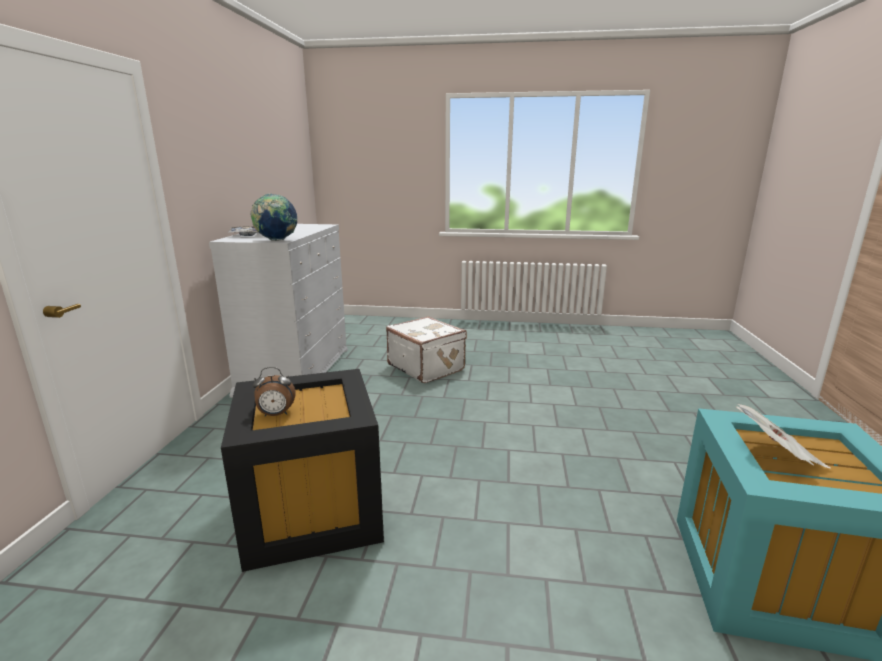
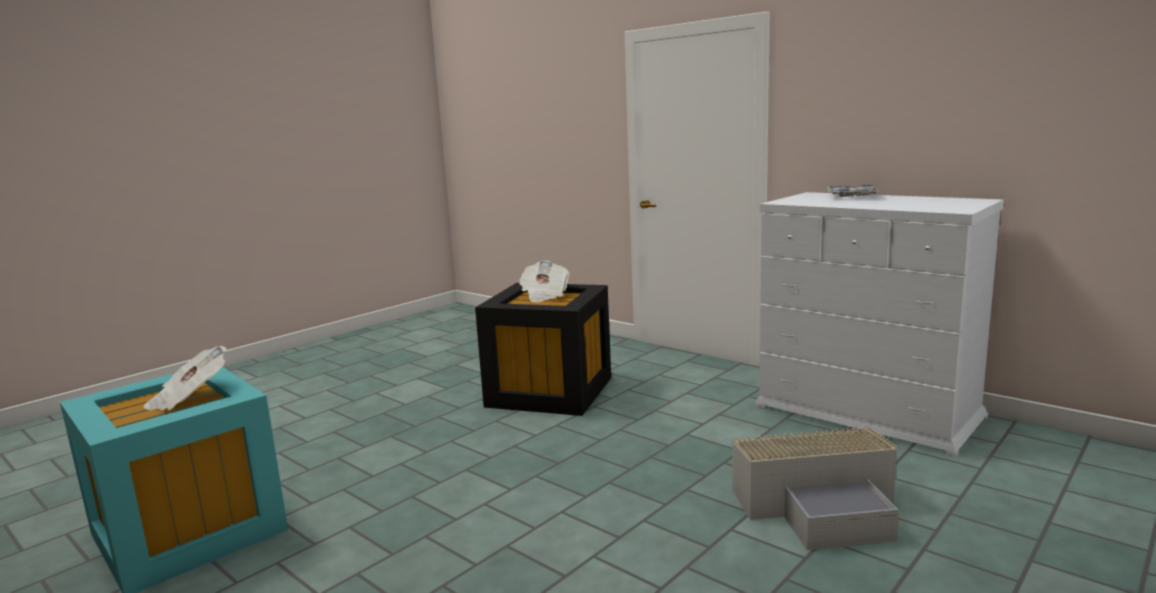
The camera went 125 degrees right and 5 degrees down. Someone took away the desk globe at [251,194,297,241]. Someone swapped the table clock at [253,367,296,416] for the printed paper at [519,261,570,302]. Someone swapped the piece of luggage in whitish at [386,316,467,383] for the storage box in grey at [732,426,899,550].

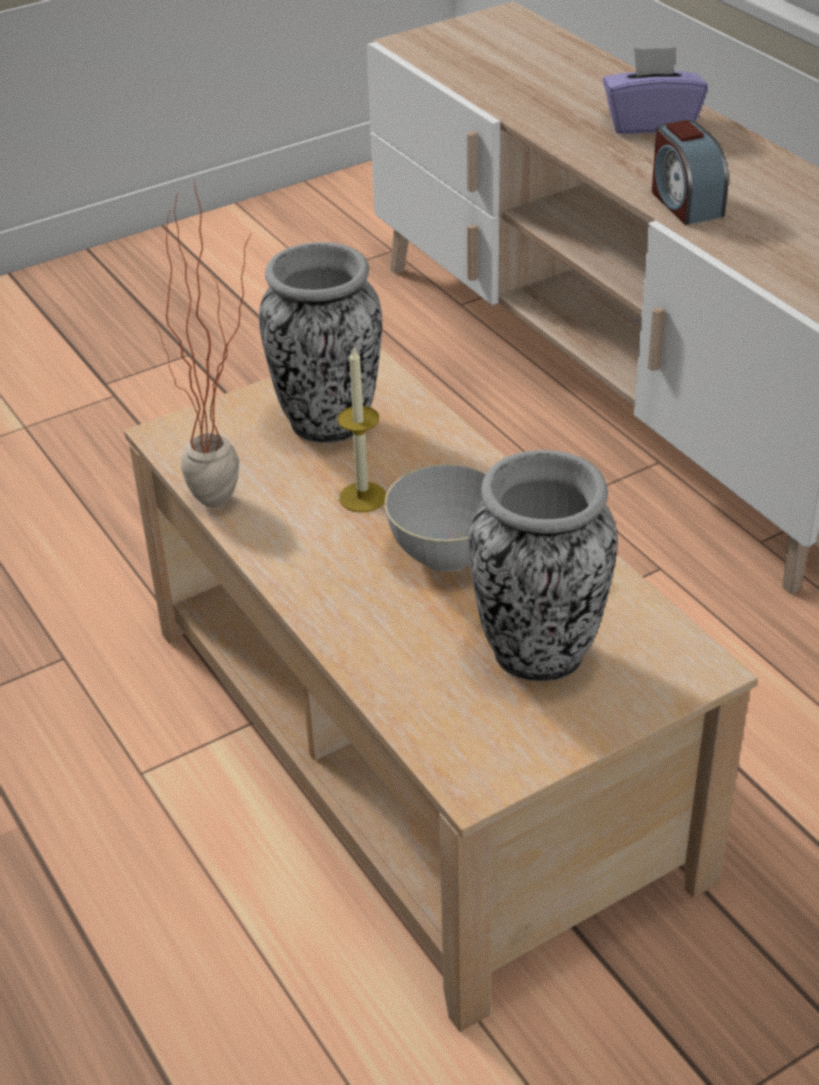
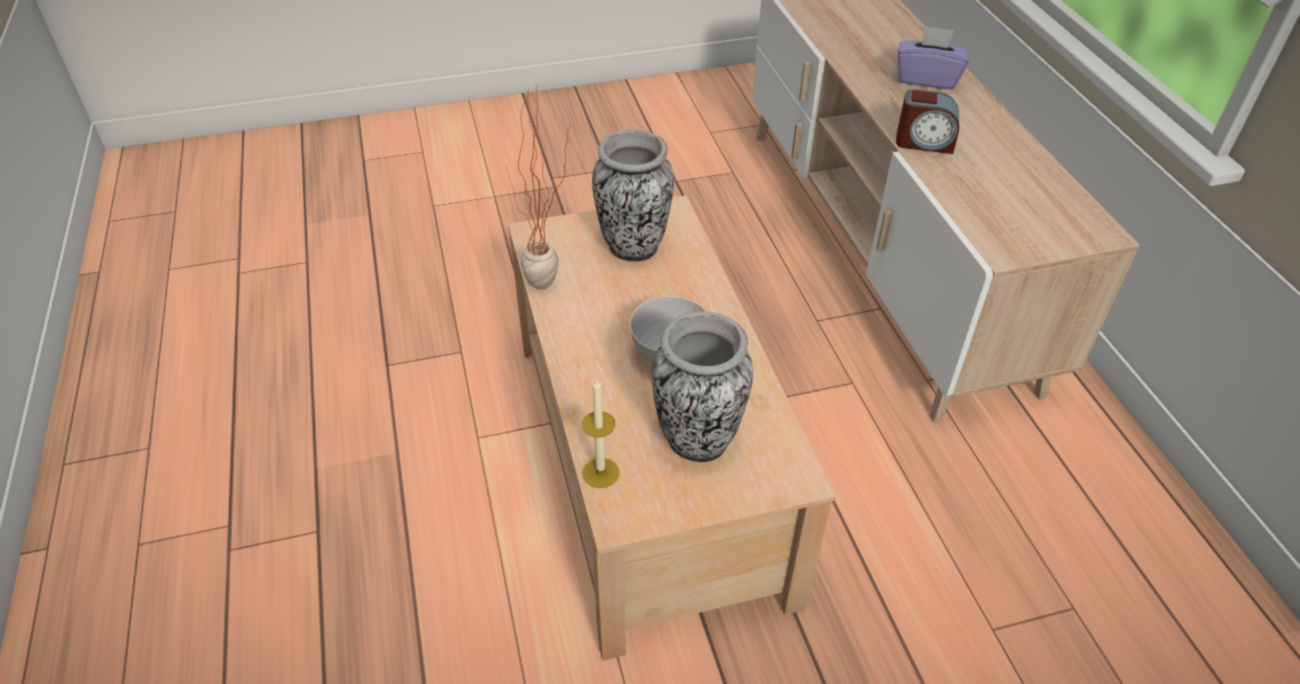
The camera went 15 degrees right and 5 degrees up. Someone carried the wax light from [337,346,387,512] to [582,378,619,488]. Someone rotated the table clock at [652,120,729,225] by 75 degrees counterclockwise.

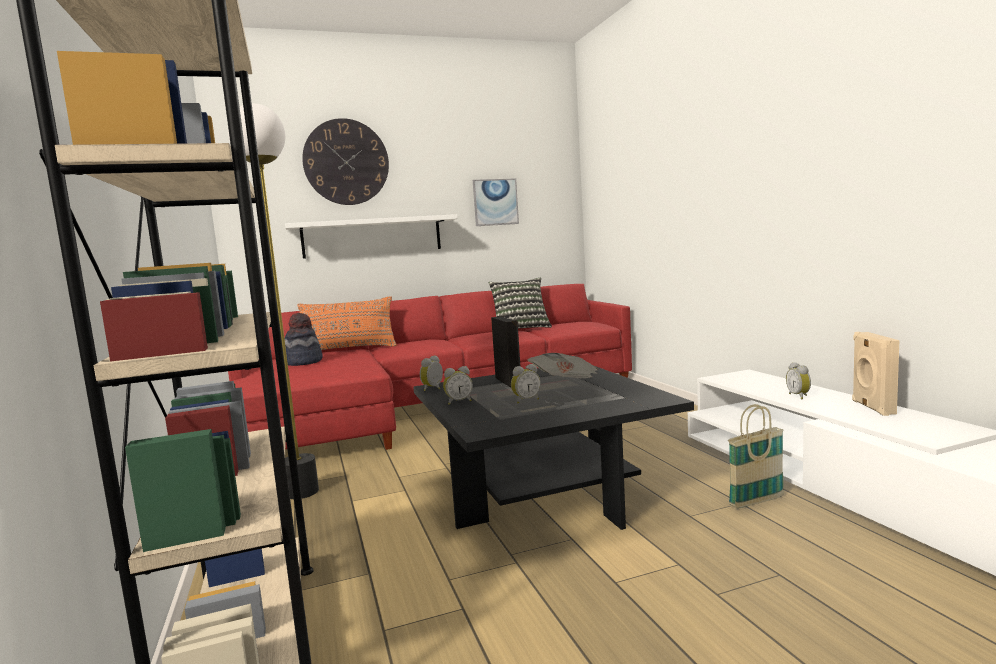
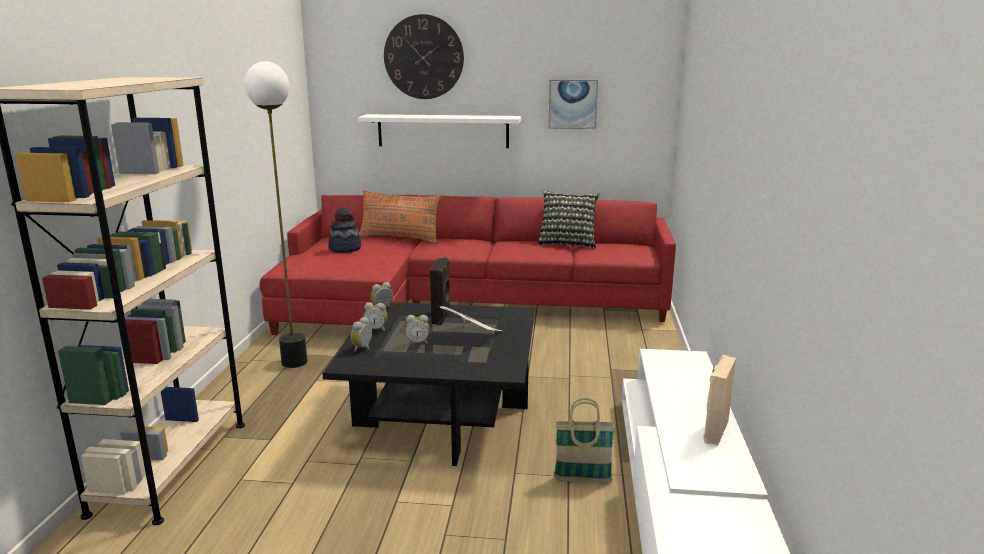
The camera went 25 degrees right and 10 degrees up. Someone carried the table clock from [786,362,811,399] to [351,317,372,352].

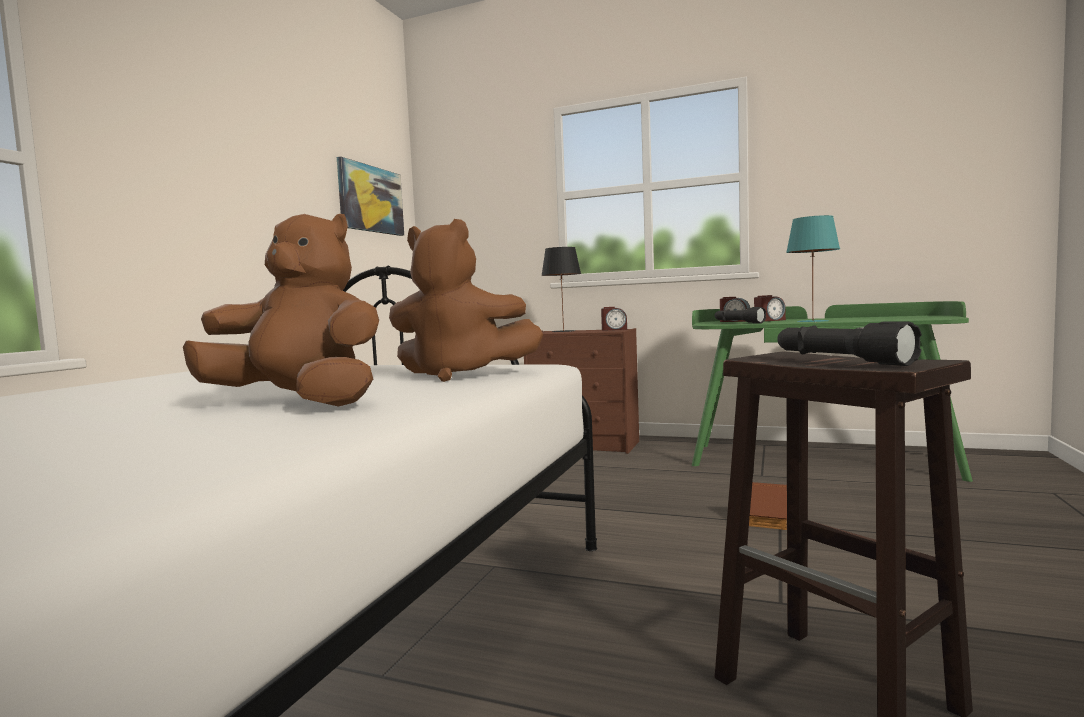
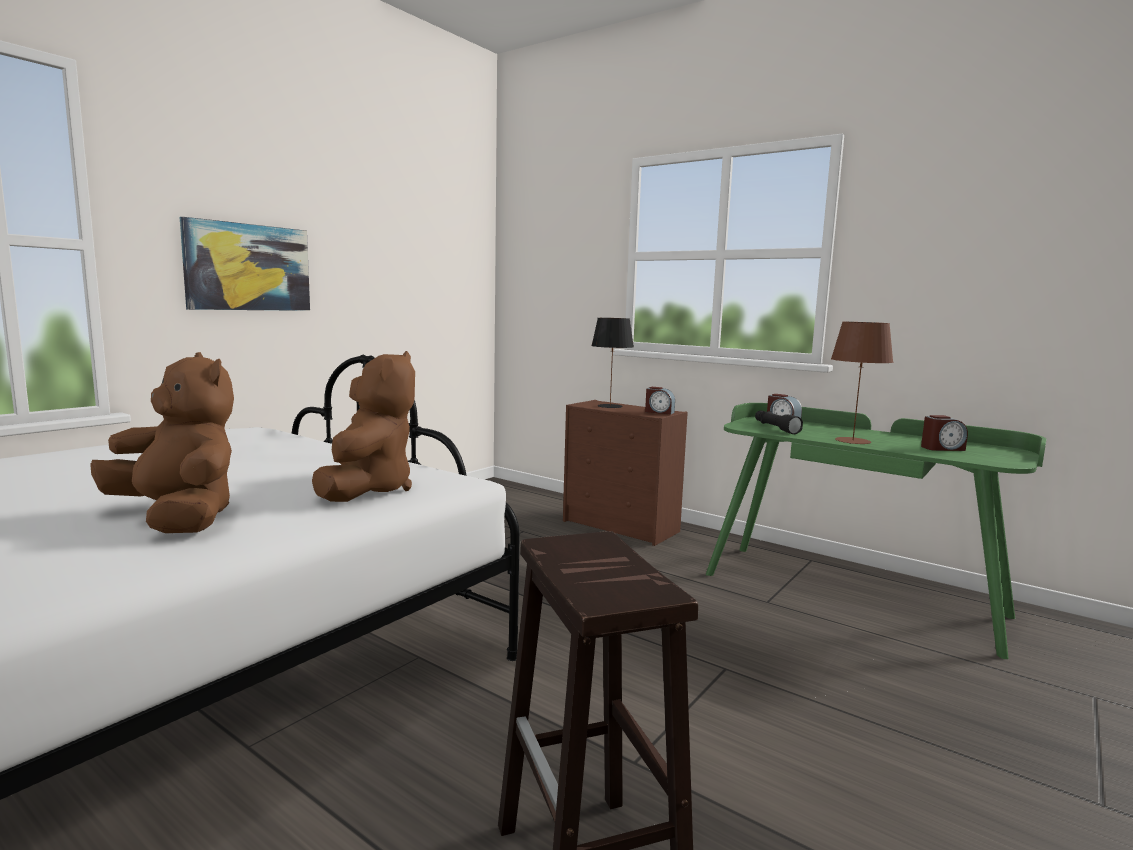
The camera went 15 degrees right and 5 degrees up. Someone took away the model house at [749,482,787,530]. Someone took away the flashlight in black at [777,321,922,366]. Someone carried the picture from [337,157,404,236] to [180,217,310,311]. Someone carried the table clock from [754,295,786,322] to [921,415,968,451]. Someone repainted the tabletop lamp in turquoise-coloured at [786,215,840,322], which became the tabletop lamp in brown at [831,322,893,444]. Someone rotated the plush toy in brown at [389,219,543,382] by 120 degrees counterclockwise.

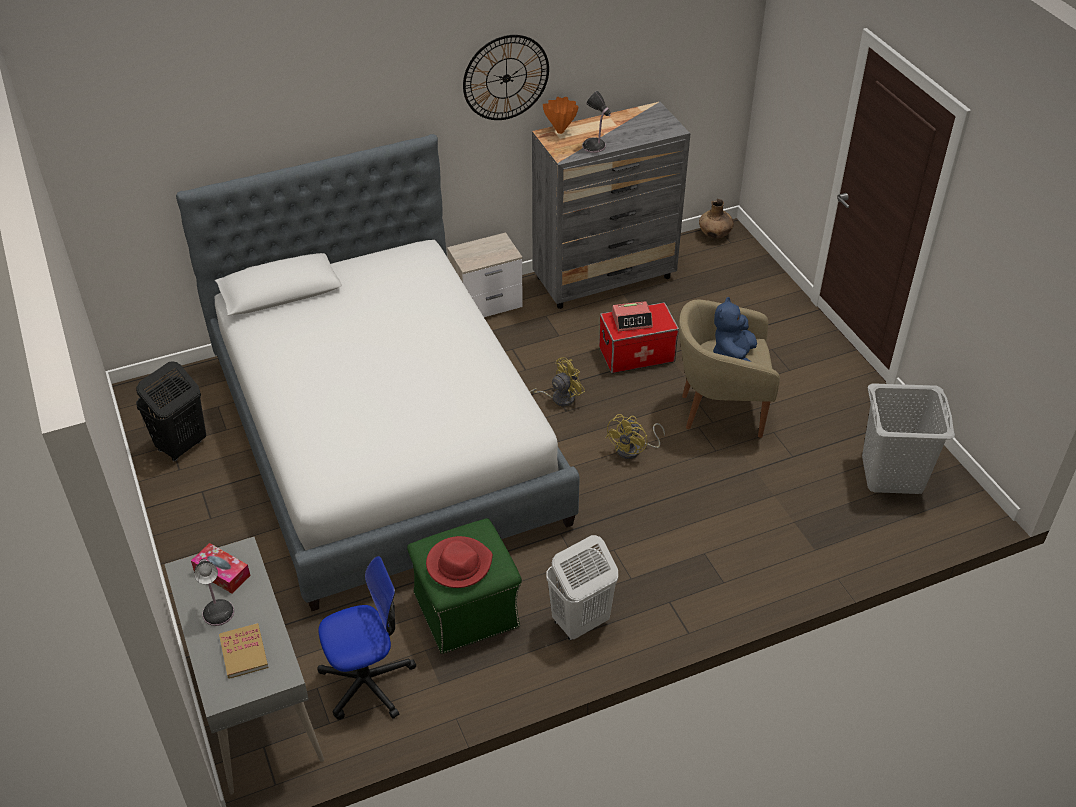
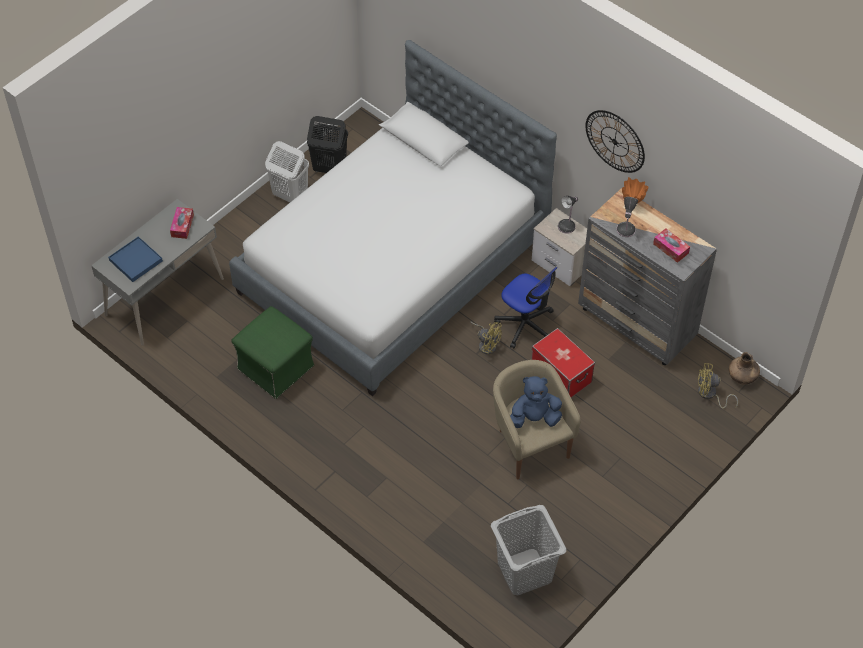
The camera went 65 degrees right and 10 degrees up. Someone took away the wearable hat in red-coloured at [426,536,493,588]. Someone took away the table clock at [612,301,653,331]. Someone put down the box of tissues at [653,228,690,263]. Someone carried the tabletop lamp from [194,559,234,626] to [558,196,578,233]. Someone carried the desk chair from [317,556,416,720] to [494,267,557,348]. Someone carried the laundry basket in whitish from [546,535,618,640] to [265,141,309,202]. Someone carried the electric fan in yellow from [606,414,665,459] to [698,363,738,409]. Someone swapped the bound book at [219,623,268,679] for the tray in bluish at [108,236,163,282].

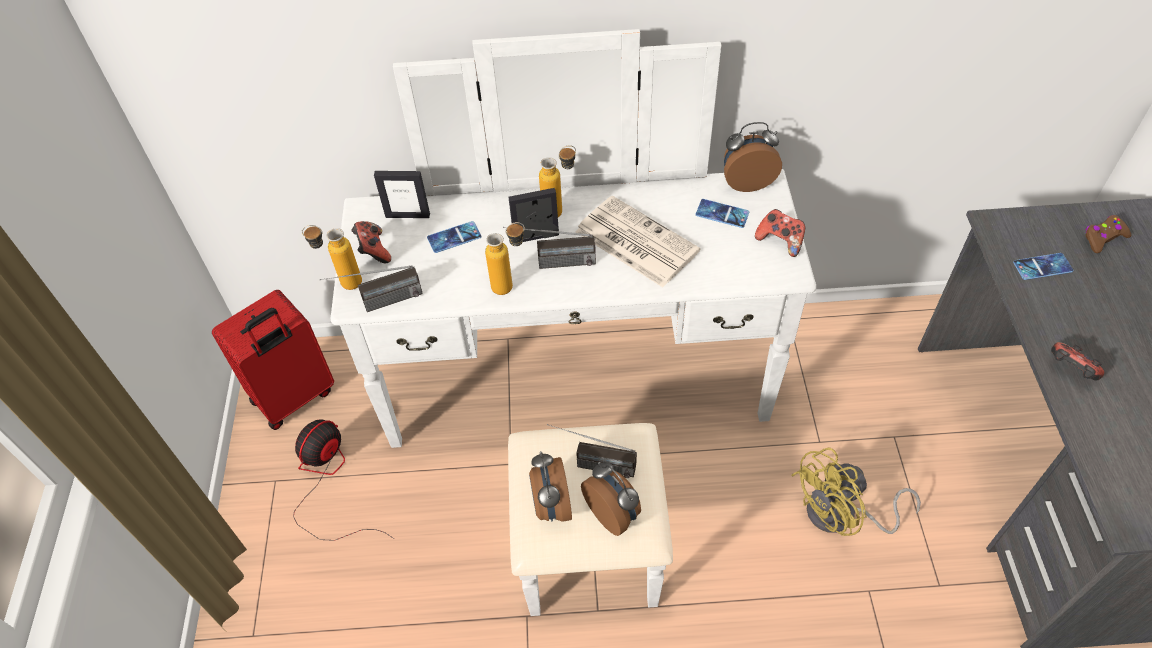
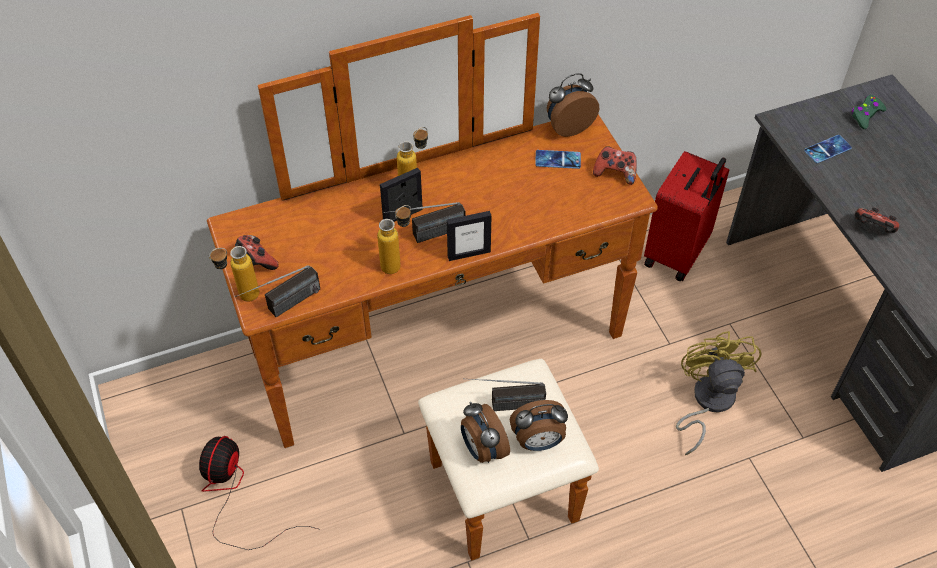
The camera went 20 degrees left and 0 degrees up. Someone took away the phone at [427,221,482,253]. Someone took away the printed paper at [575,196,700,287]. Someone carried the piece of luggage in red-coloured from [212,290,334,430] to [644,151,729,282]. Someone carried the standing frame from [374,171,430,218] to [447,211,491,261]. Someone repainted the chest of drawers in whitish at [330,29,816,616], which became the chest of drawers in brown at [207,13,658,561]. Someone repainted the game controller in brown at [1085,215,1131,253], which became the game controller in green at [852,95,887,129]. Someone rotated the table clock at [581,462,641,536] by 135 degrees clockwise. Someone rotated the electric fan in yellow at [791,448,921,536] by 135 degrees clockwise.

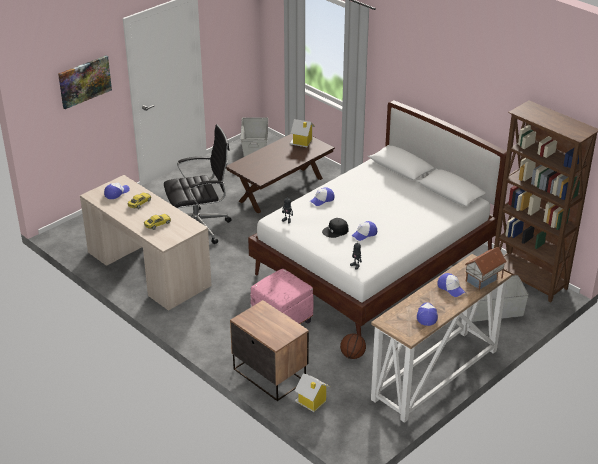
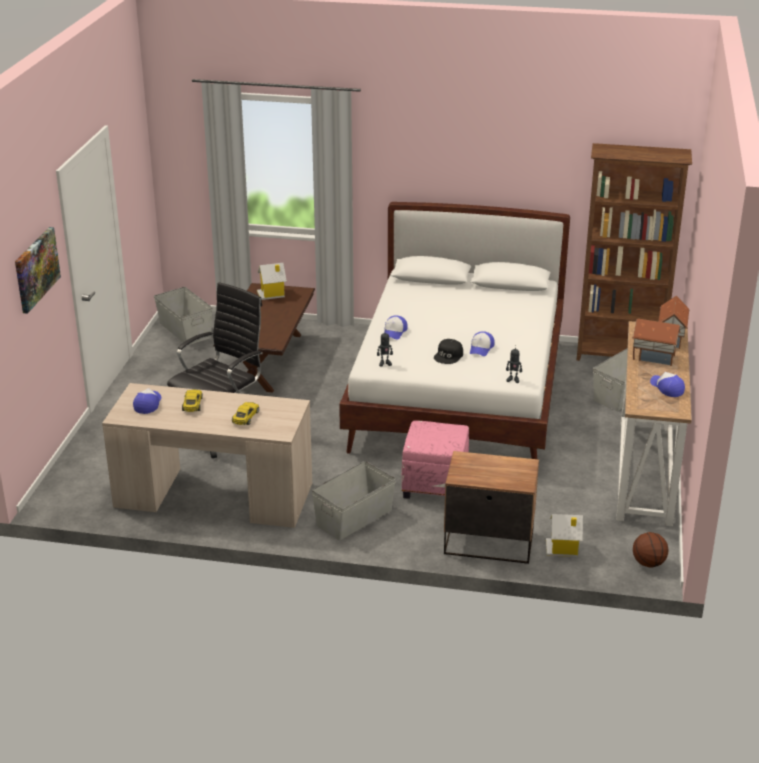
The camera went 35 degrees left and 5 degrees down. Someone put down the storage box in grey at [312,461,396,540]. Someone carried the ball for basketball from [340,334,366,359] to [633,532,669,568]. Someone swapped the peaked cap at [437,273,465,297] for the model house at [632,319,681,366].

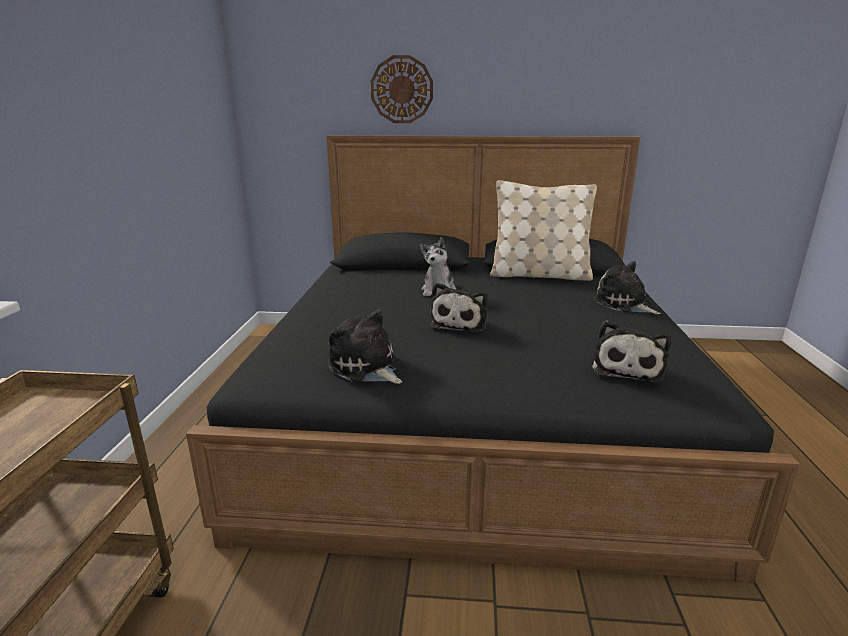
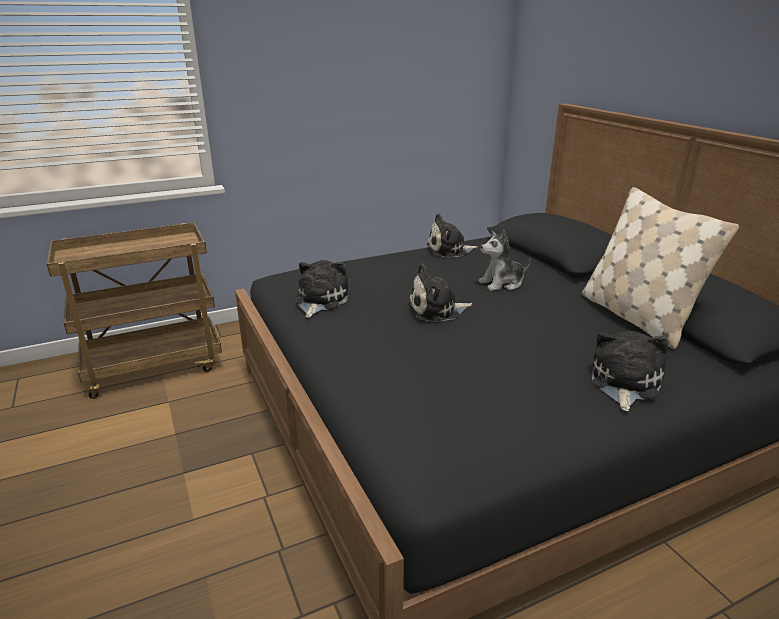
The camera went 60 degrees right and 5 degrees up. Someone took away the clock on the wall at [371,55,433,123]. Someone carried the plush toy from [593,320,671,383] to [427,213,478,257].

